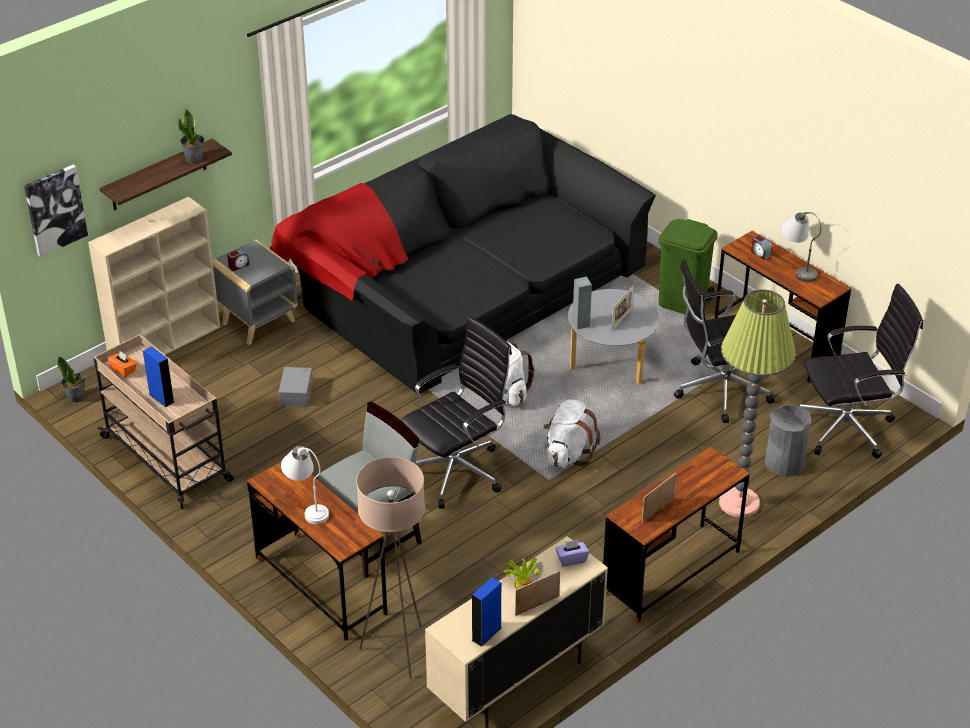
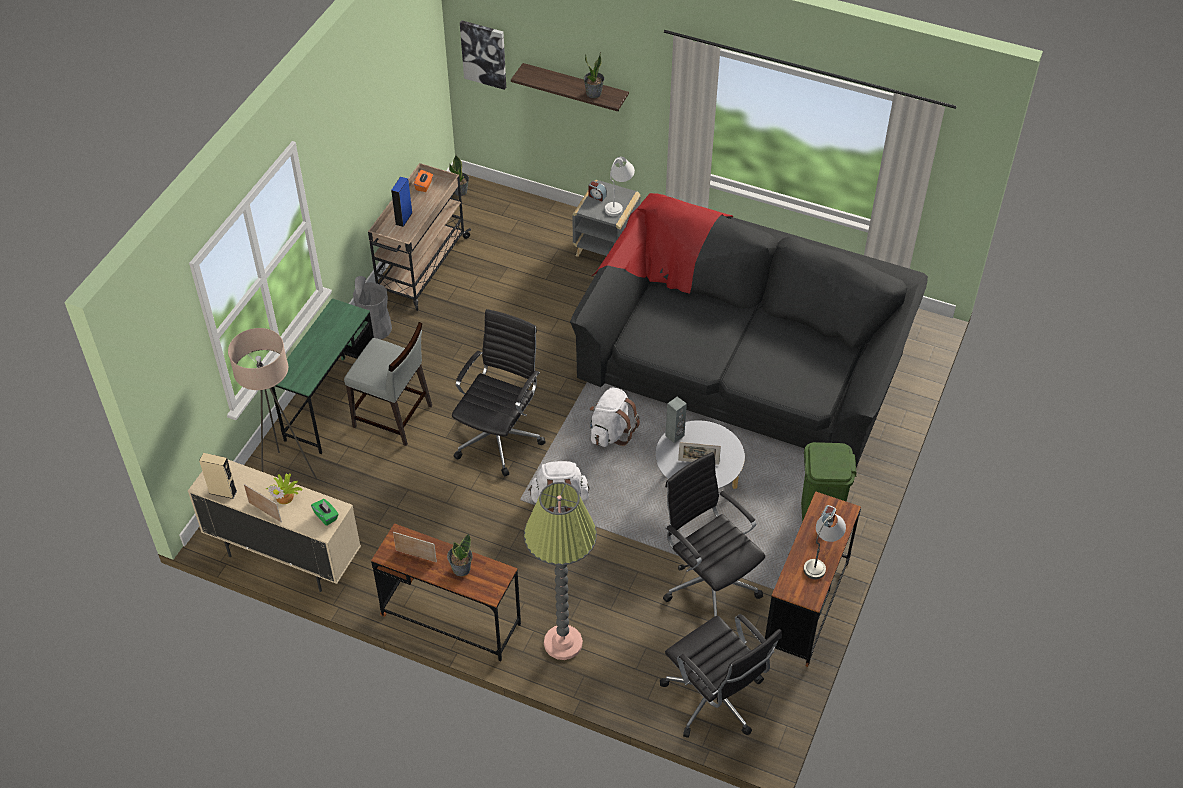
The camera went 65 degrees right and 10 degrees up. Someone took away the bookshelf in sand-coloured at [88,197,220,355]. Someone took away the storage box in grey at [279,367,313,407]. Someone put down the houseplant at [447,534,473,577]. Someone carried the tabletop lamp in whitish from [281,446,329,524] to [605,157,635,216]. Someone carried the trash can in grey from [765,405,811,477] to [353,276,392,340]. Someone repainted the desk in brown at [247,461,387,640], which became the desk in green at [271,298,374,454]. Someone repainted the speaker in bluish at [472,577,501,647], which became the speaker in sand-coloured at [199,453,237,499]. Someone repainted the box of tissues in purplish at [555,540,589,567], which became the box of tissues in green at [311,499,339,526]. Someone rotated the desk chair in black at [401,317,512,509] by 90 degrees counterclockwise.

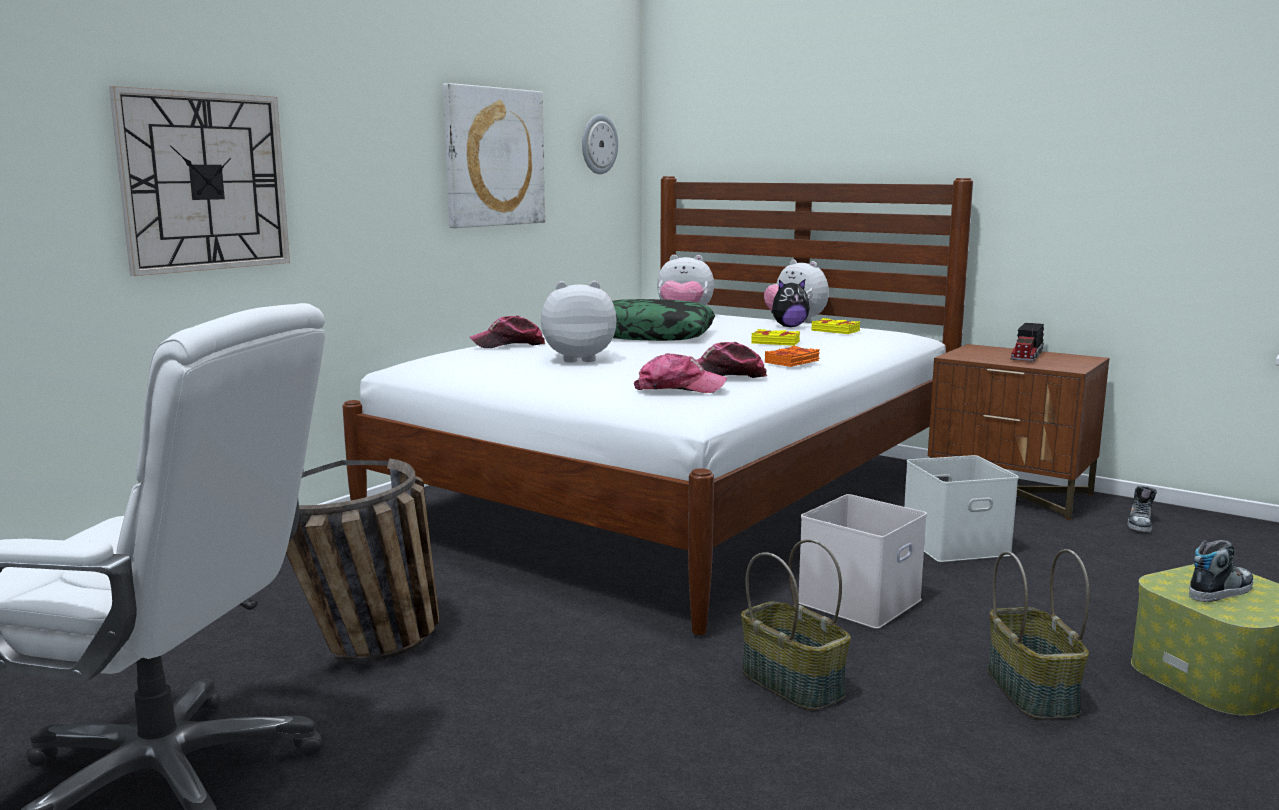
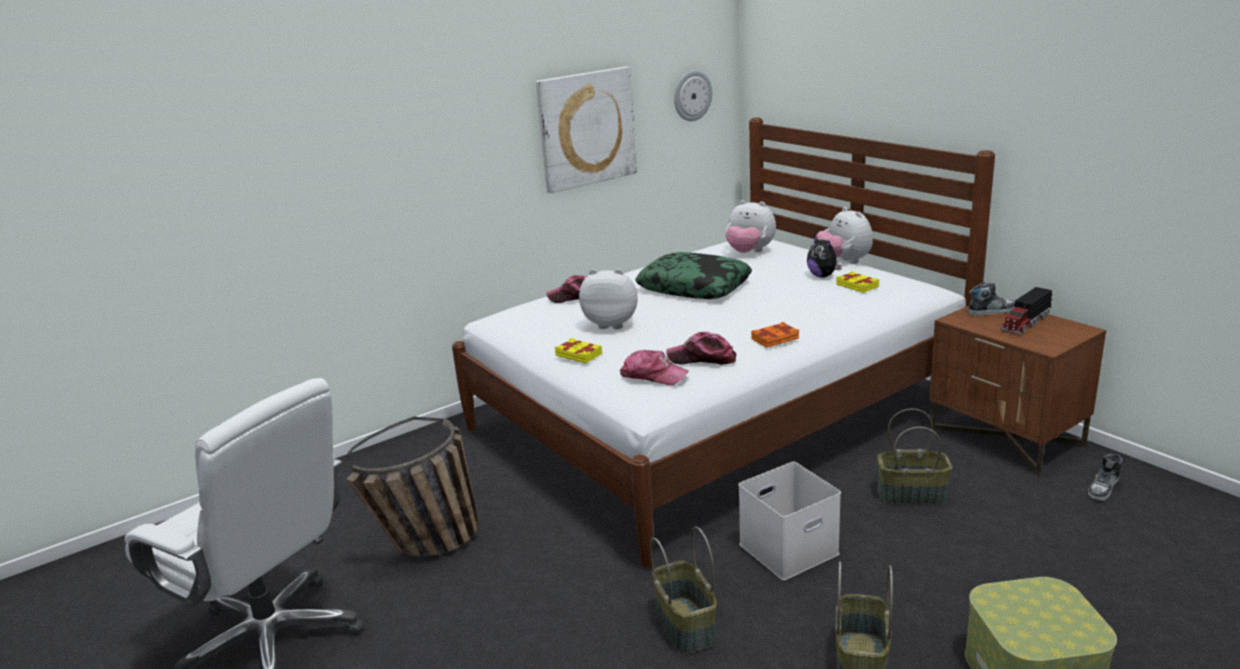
The camera went 20 degrees right and 10 degrees up. Someone took away the clock on the wall at [109,86,290,276]. Someone carried the bound book in yellow from [751,329,800,346] to [555,338,602,364]. Someone carried the low shoe from [1189,540,1254,602] to [968,282,1015,316]. Someone swapped the storage box in whitish at [904,455,1019,562] for the basket at [877,408,952,505]. Someone rotated the plush toy at [771,279,810,327] by 60 degrees clockwise.

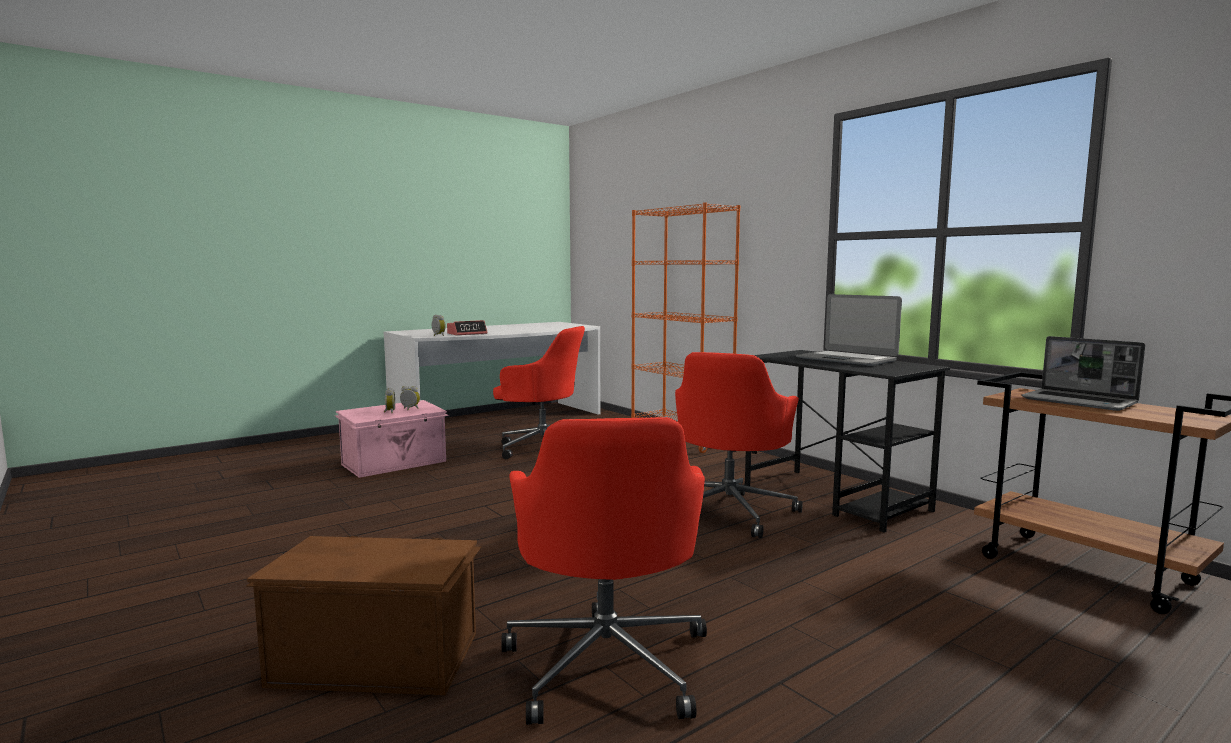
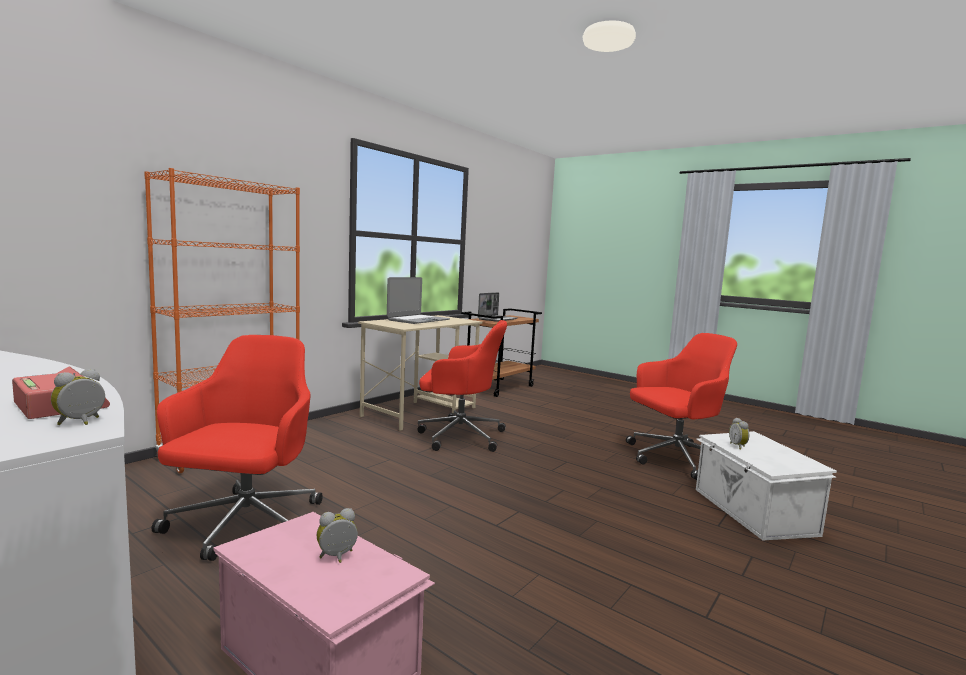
The camera went 105 degrees left and 0 degrees up. Someone carried the table clock from [400,386,420,410] to [729,418,749,450]. Someone repainted the storage box in brown at [246,536,481,695], which became the storage box in whitish at [696,431,837,540]. Someone repainted the desk in black at [745,350,950,533], which became the desk in sand-coloured at [358,315,483,431].

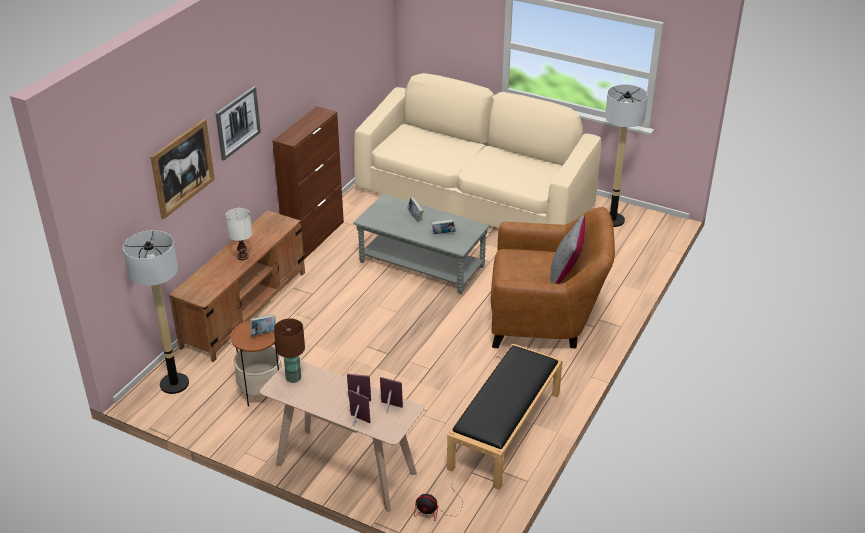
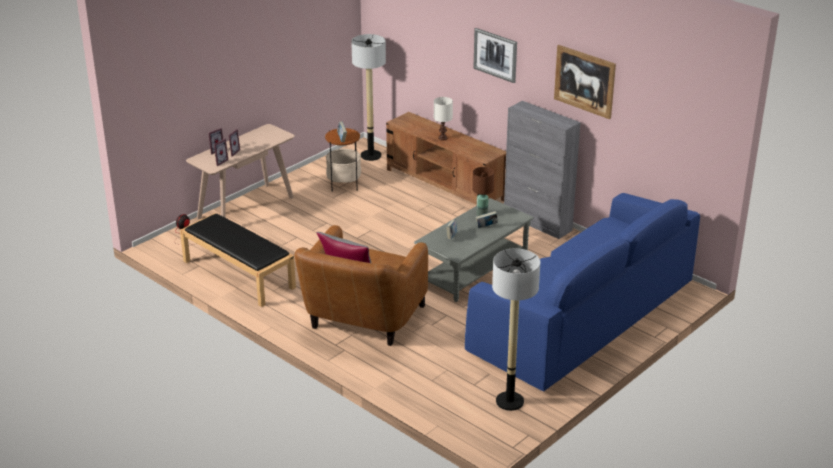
The camera went 105 degrees right and 5 degrees down. Someone carried the picture from [150,119,215,219] to [554,45,616,119]. Someone carried the tabletop lamp in brown from [274,318,305,383] to [472,167,494,216]. Someone repainted the cabinet in brown at [273,106,344,260], which became the cabinet in grey at [504,101,581,239]. Someone repainted the sofa in sand-coloured at [354,73,602,228], which became the sofa in bluish at [465,193,700,391].

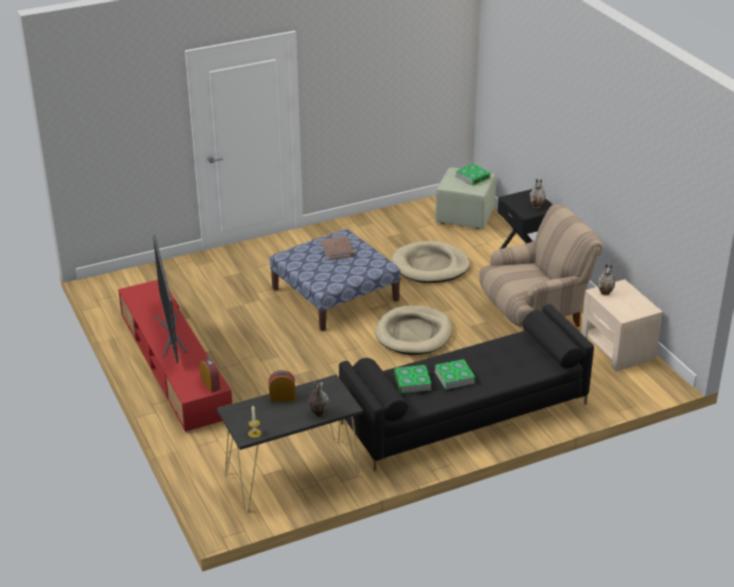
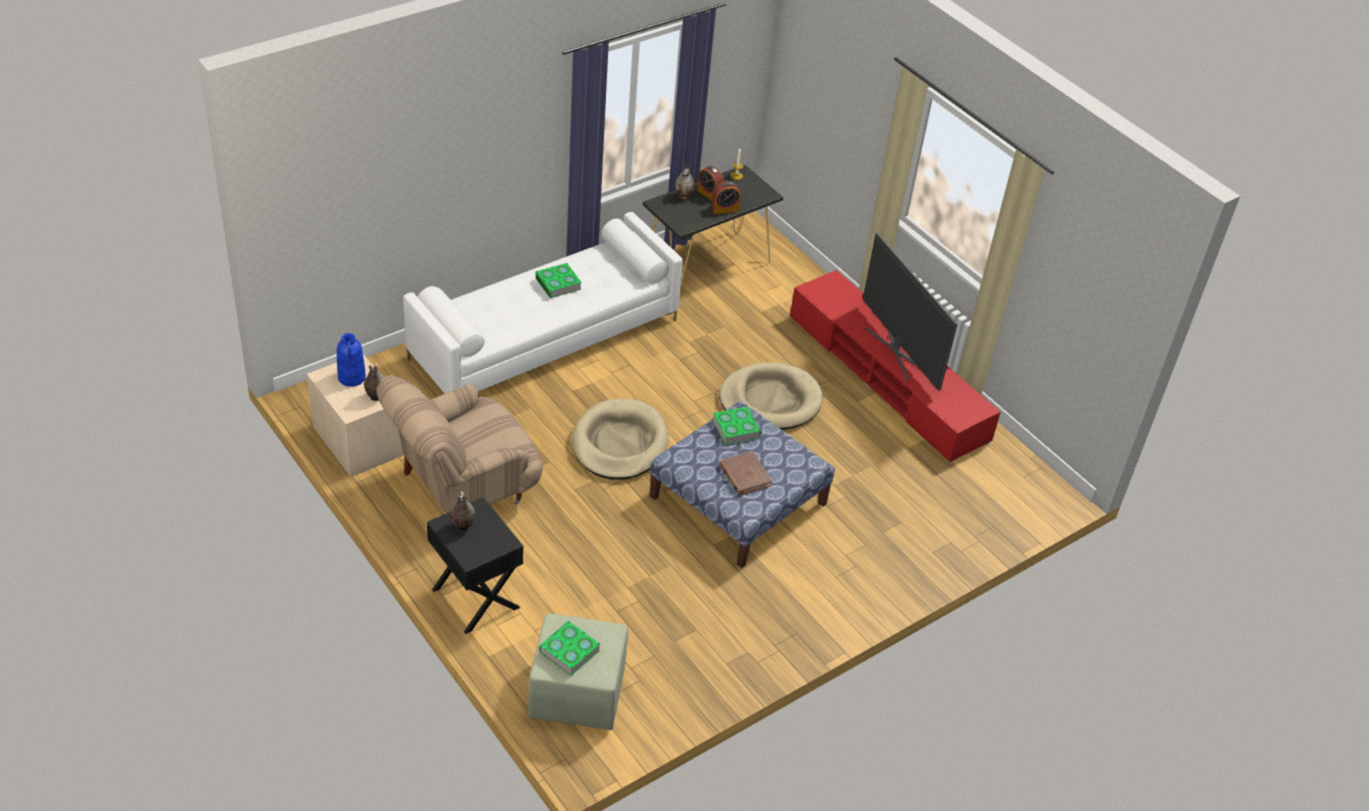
The camera went 165 degrees right and 10 degrees up. Someone put down the vase in bluish at [337,333,366,387]. Someone carried the table clock from [200,358,221,392] to [697,166,724,200]. Someone carried the dog bed in sand-coloured from [392,241,470,283] to [719,362,823,430]. Someone carried the bound book from [394,365,432,393] to [713,407,761,445]. Someone repainted the sofa in black at [339,304,594,471], which became the sofa in whitish at [403,212,683,394].

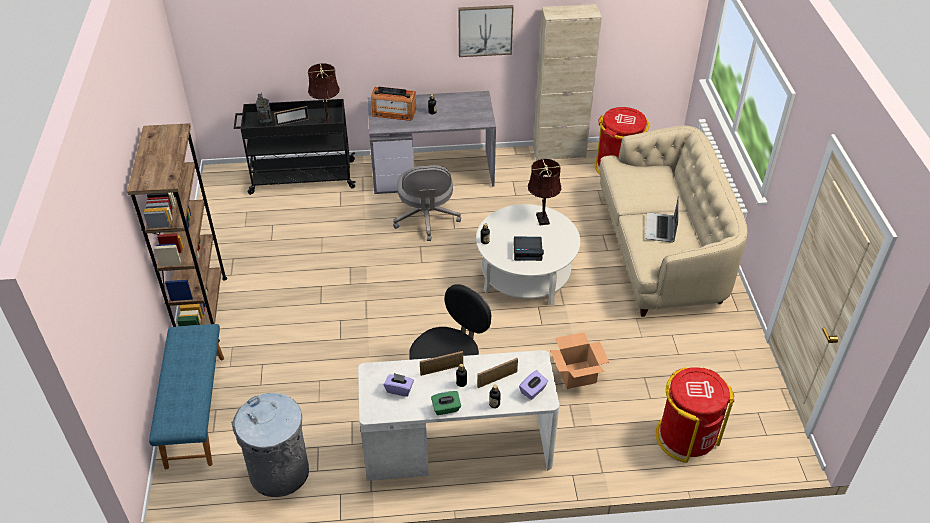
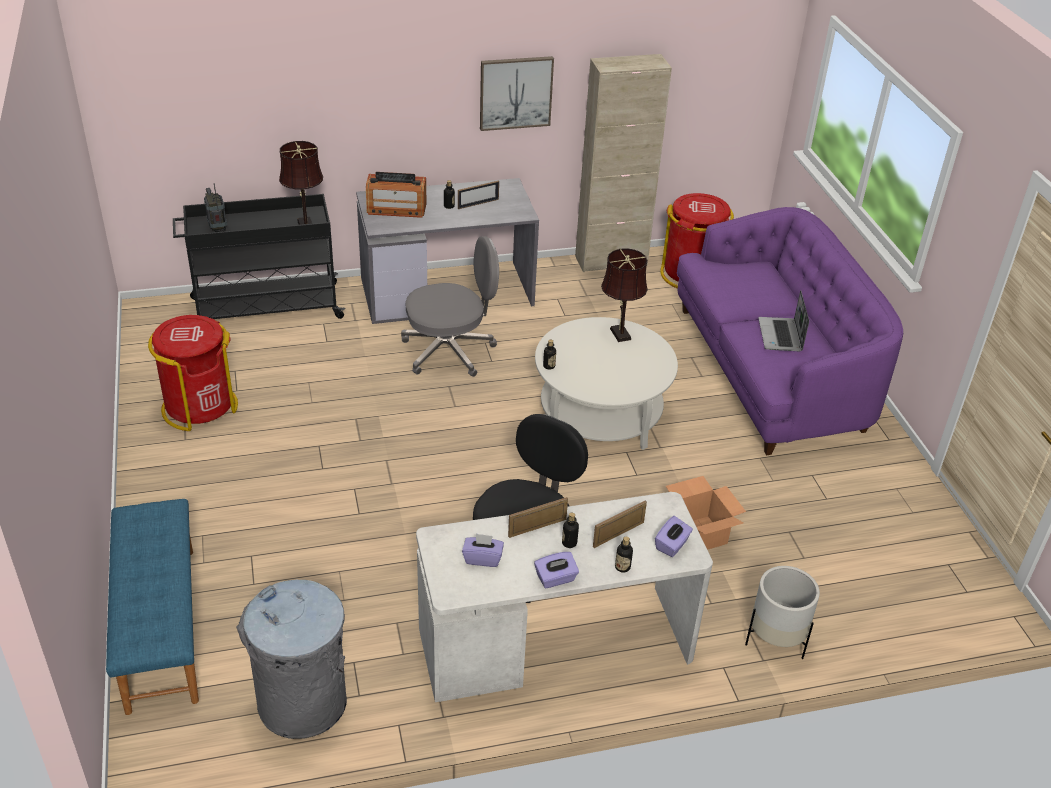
The camera went 10 degrees left and 5 degrees down. Someone took away the bookshelf in brown at [127,123,227,343]. Someone took away the table clock at [514,237,544,261]. Someone put down the plant pot in whitish at [745,566,820,659]. Someone carried the standing frame from [274,106,309,126] to [458,180,499,209]. Someone carried the trash can in red-coloured from [656,367,734,463] to [148,315,238,431]. Someone repainted the box of tissues in green at [431,391,461,415], which became the box of tissues in purplish at [534,552,579,588]. Someone repainted the sofa in sand-coloured at [599,125,748,317], which became the sofa in purplish at [677,207,903,455]. Someone rotated the desk chair in grey at [393,165,461,241] by 90 degrees counterclockwise.

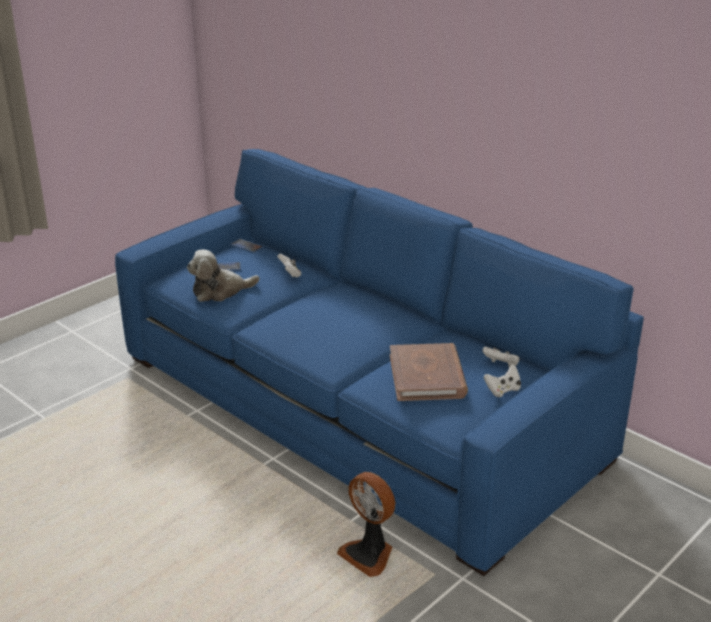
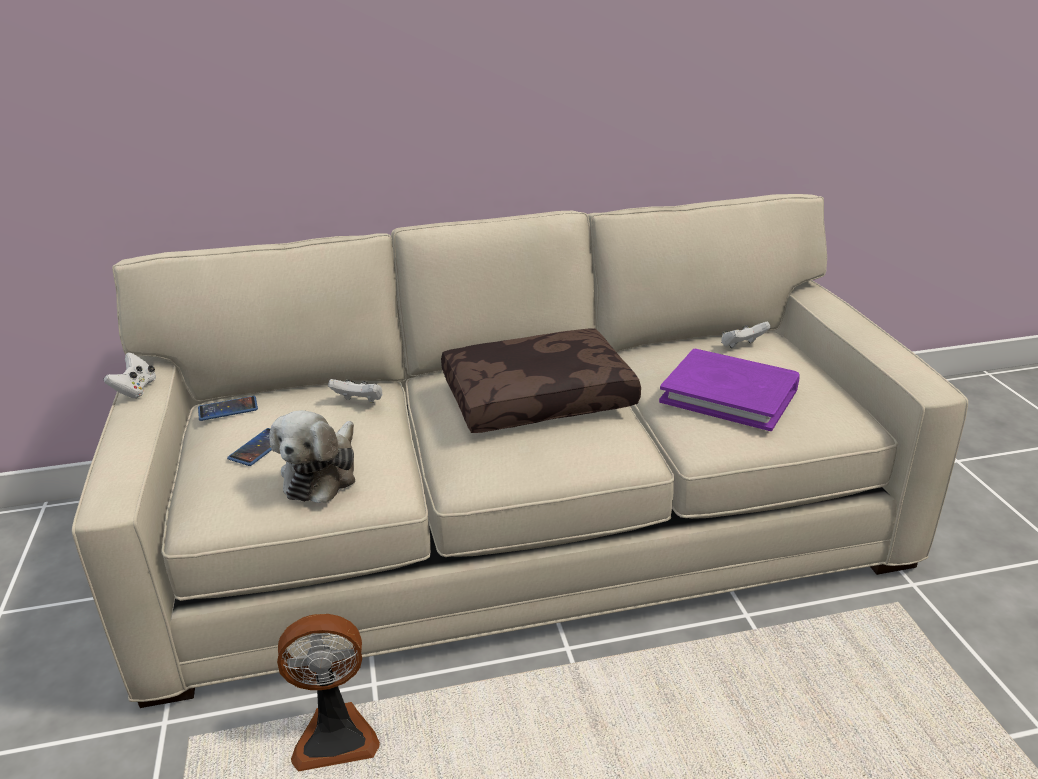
The camera went 55 degrees left and 0 degrees up. Someone put down the throw pillow in brown at [441,329,641,433]. Someone carried the electric fan from [337,472,395,577] to [277,614,380,772]. Someone carried the game controller in whitish from [484,364,521,397] to [104,352,156,398]. Someone repainted the sofa in bluish at [115,149,644,576], which became the sofa in sand-coloured at [72,194,968,708]. Someone repainted the bound book in brown at [390,343,468,401], which became the bound book in purplish at [659,349,800,431].

